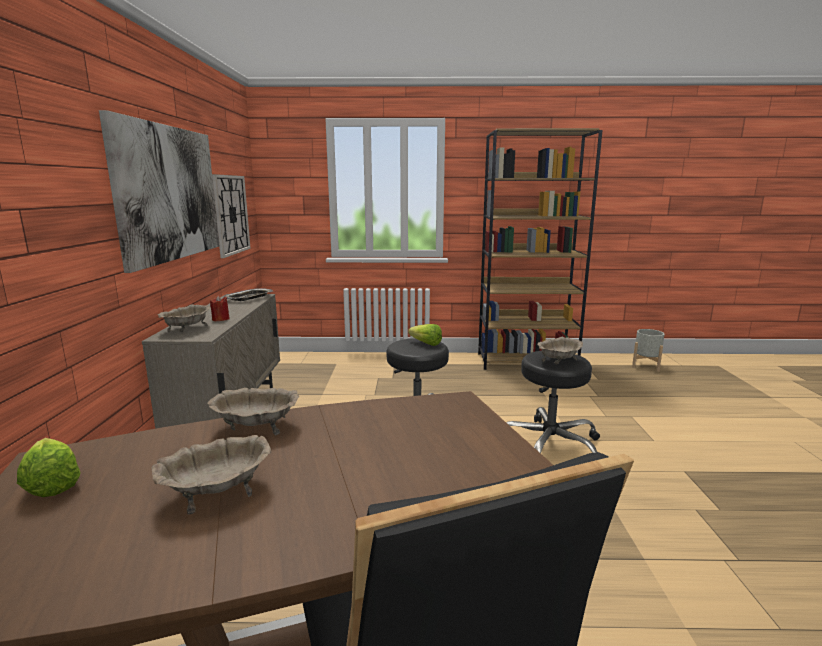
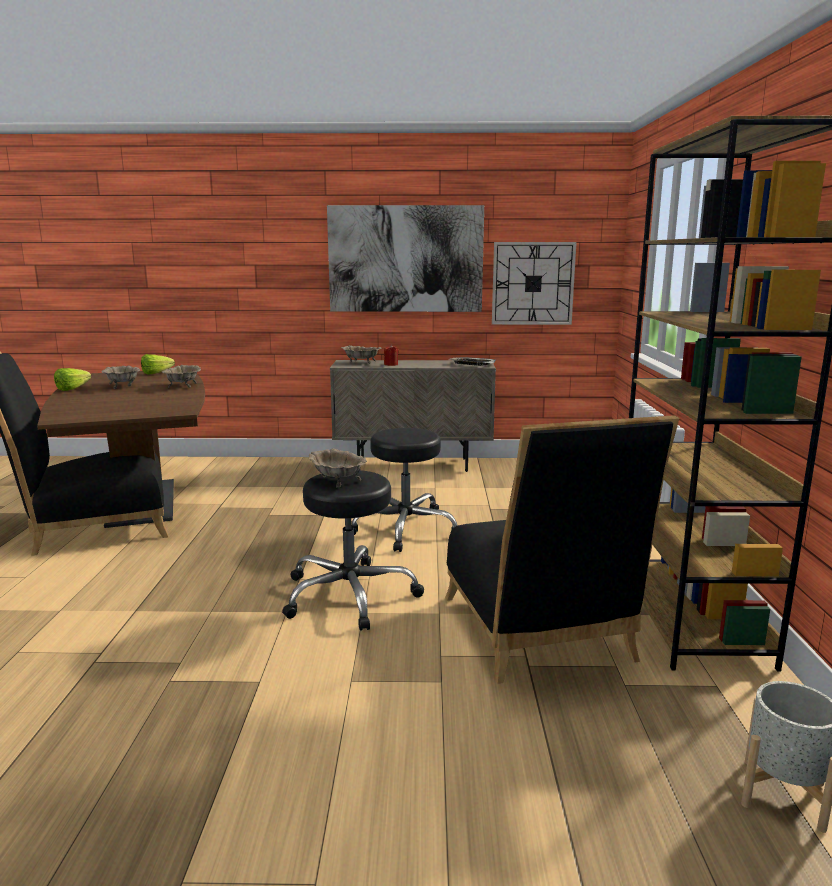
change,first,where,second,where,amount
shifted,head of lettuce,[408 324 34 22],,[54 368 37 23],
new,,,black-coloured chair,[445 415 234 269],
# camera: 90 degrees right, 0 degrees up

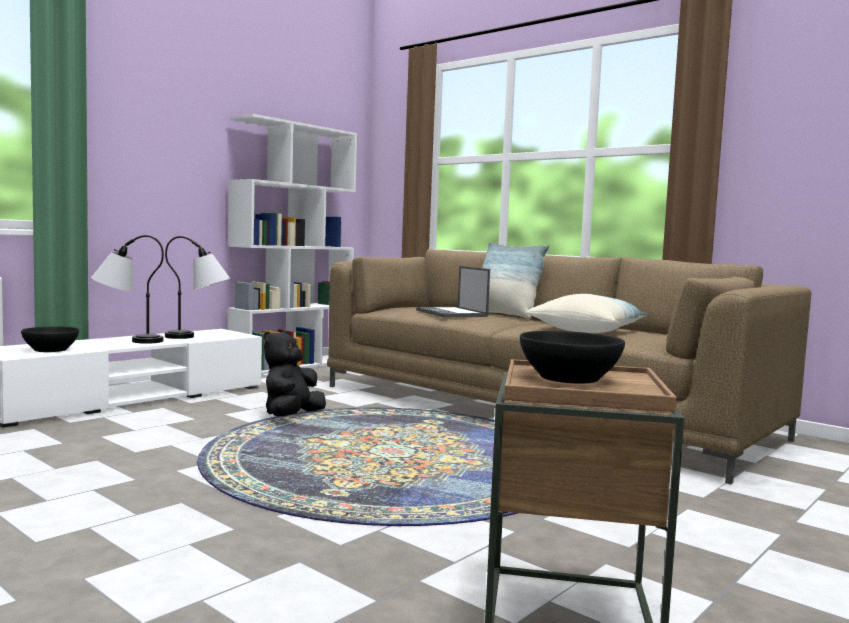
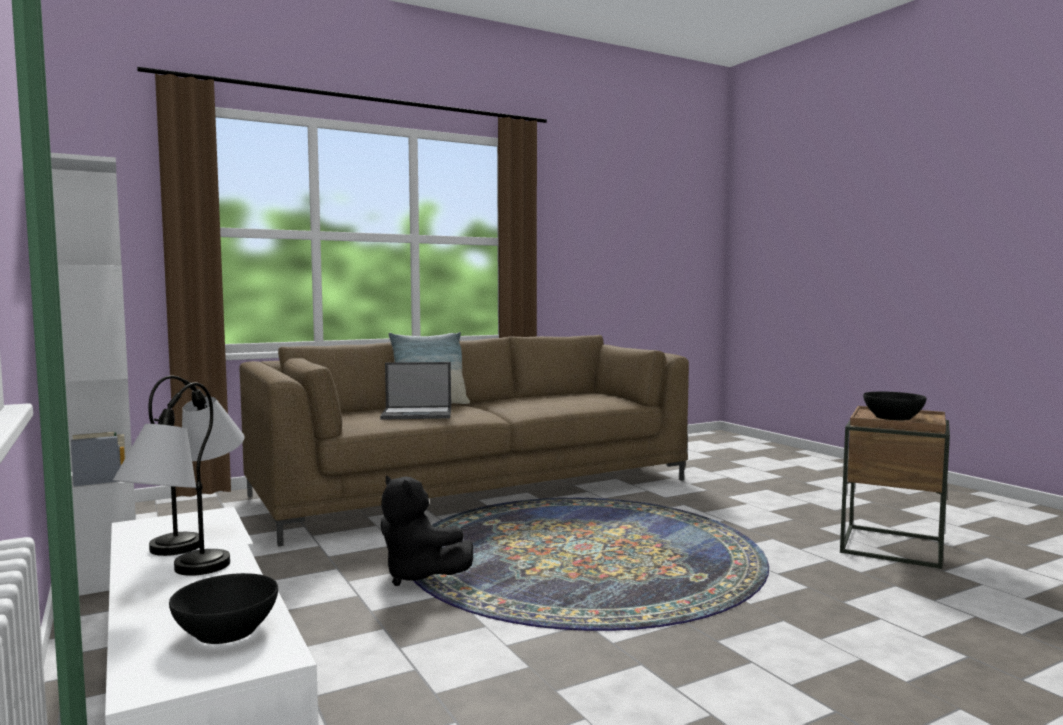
change,first,where,second,where,amount
gone,pillow,[526 294 122 39],,,
# camera: 70 degrees left, 0 degrees up

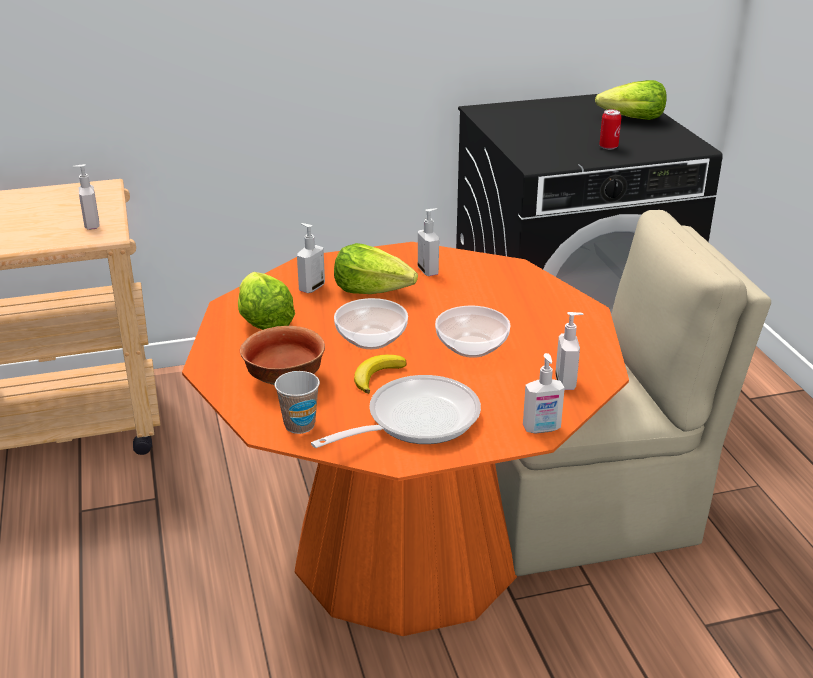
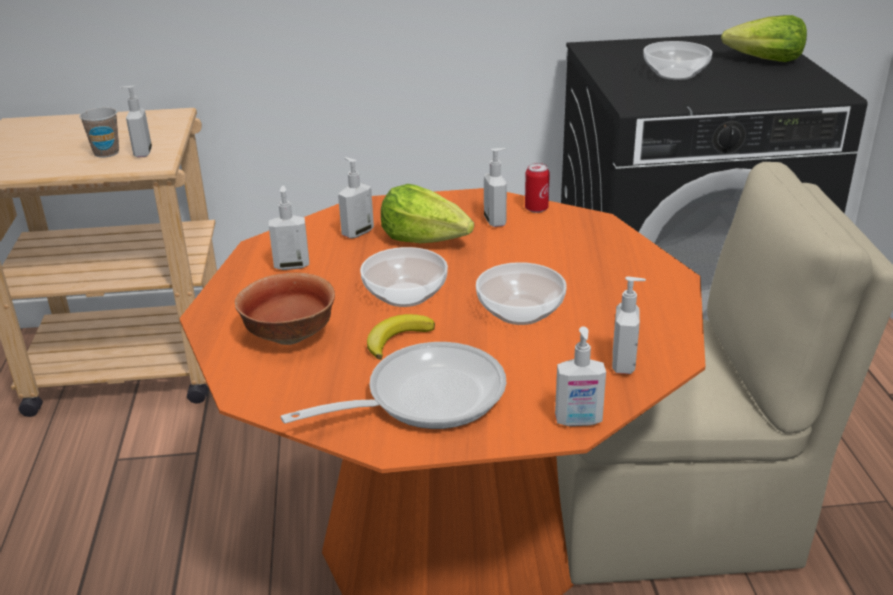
change,first,where,second,where,amount
shifted,sealed can,[599 109 23 41],,[525 163 25 50],
swapped,head of lettuce,[238 272 57 58],liquid soap bottle,[269 185 40 85],
shifted,drinking cup,[275 371 45 63],,[79 107 40 51],
new,,,serving bowl,[643 41 69 39],
# camera: 10 degrees right, 0 degrees up

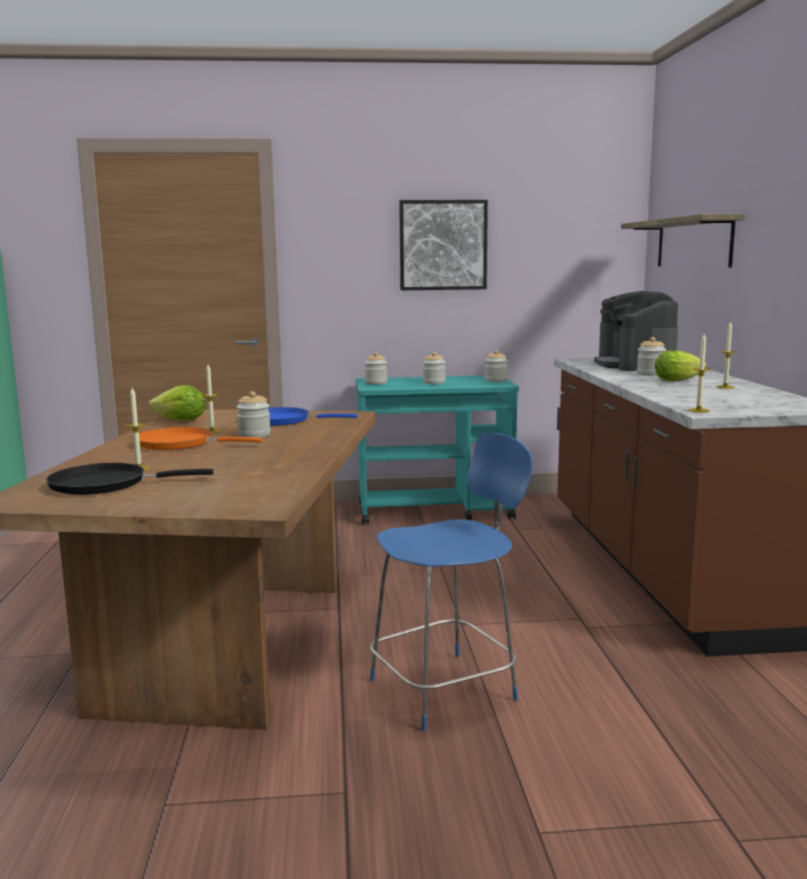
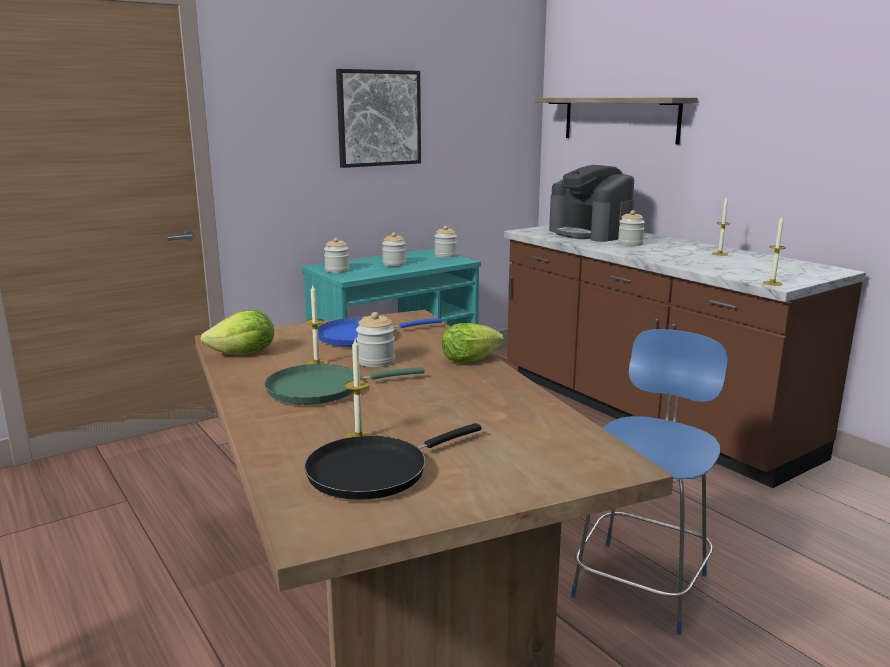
change,first,where,second,where,amount
shifted,head of lettuce,[655 350 52 31],,[442 323 62 40],
repainted,orange-coloured frying pan,[139 427 124 23],green-coloured frying pan,[265 364 160 41],
# camera: 30 degrees left, 5 degrees up

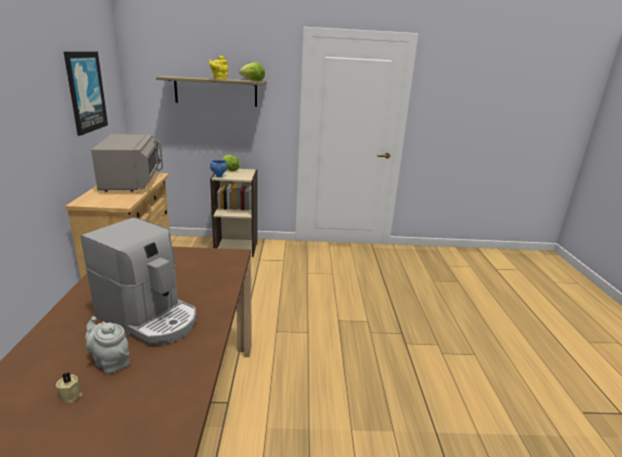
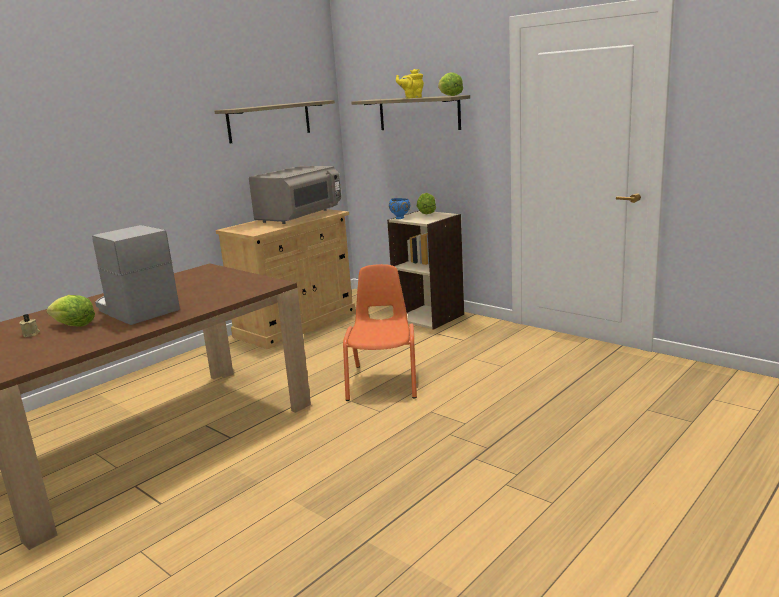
change,first,where,second,where,amount
swapped,wall picture,[64 51 44 85],bracket shelf,[215 100 120 43],
rotated,coffee machine,[81 217 115 128],,[92 225 88 100],150 degrees clockwise
swapped,greyish pot for tea,[85 316 45 58],head of lettuce,[46 295 49 32],
new,,,orange-coloured chair,[343 264 74 137],
# camera: 45 degrees right, 5 degrees down

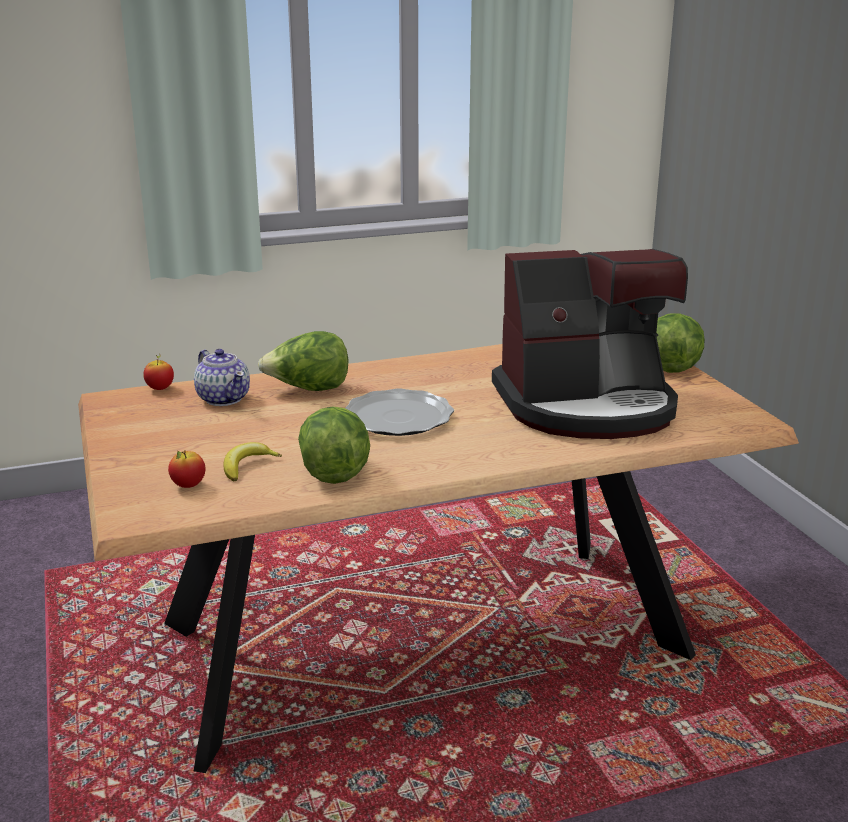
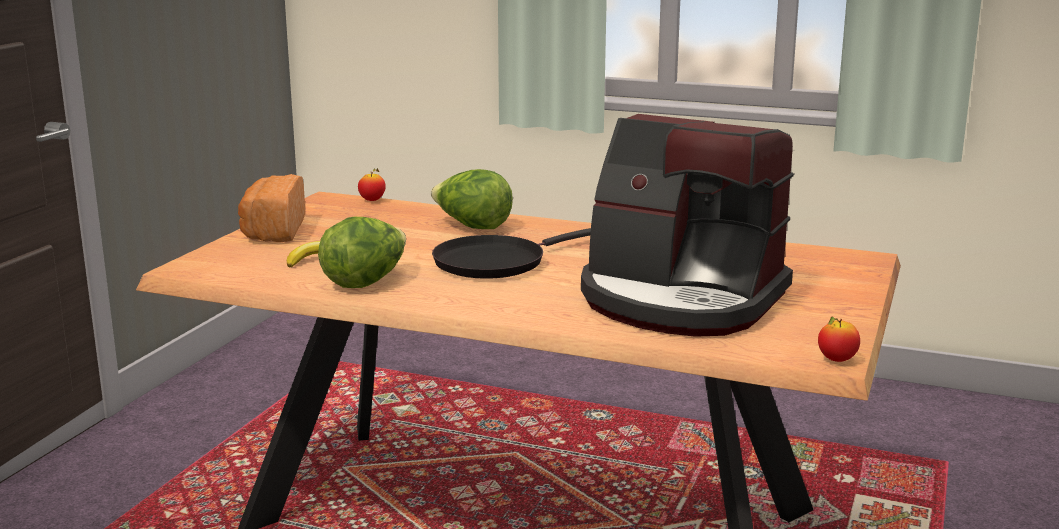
change,first,where,second,where,amount
gone,head of lettuce,[656 313 49 60],,,
gone,pot for tea,[194 349 56 57],,,
swapped,dinner plate,[345 389 109 47],black-coloured frying pan,[432 228 159 51],
shifted,whole apple,[168 451 38 37],,[818 316 42 46],
new,,,bakery bread,[238 174 67 68],
# camera: 40 degrees right, 5 degrees down

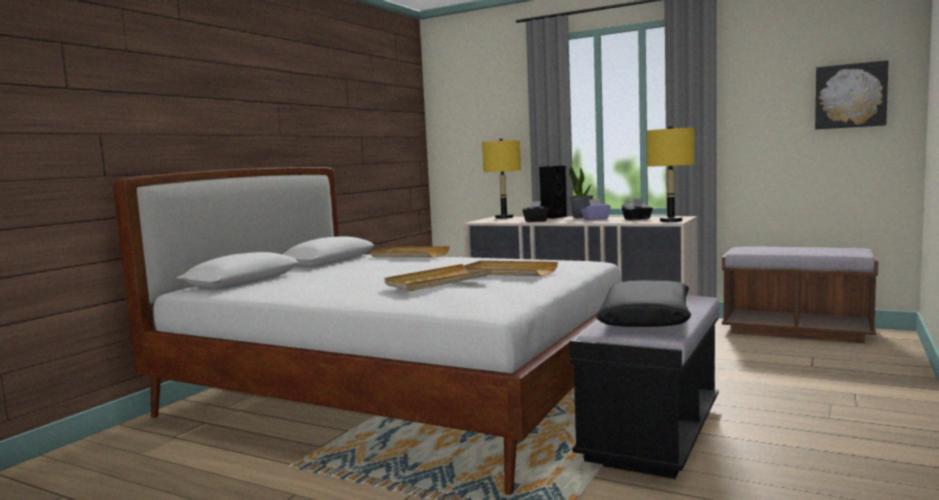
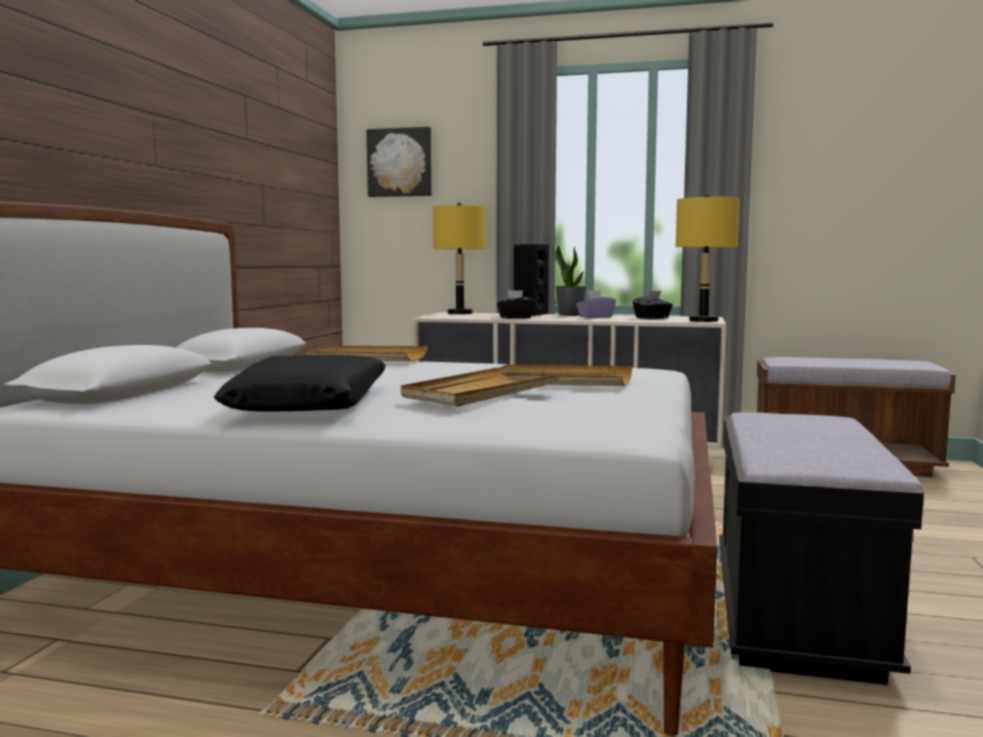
change,first,where,second,where,amount
shifted,wall picture,[815 60 74 69],,[366 127 66 70],
shifted,black-coloured pillow,[596 280 95 47],,[214 355 172 57],
# camera: 15 degrees left, 0 degrees up

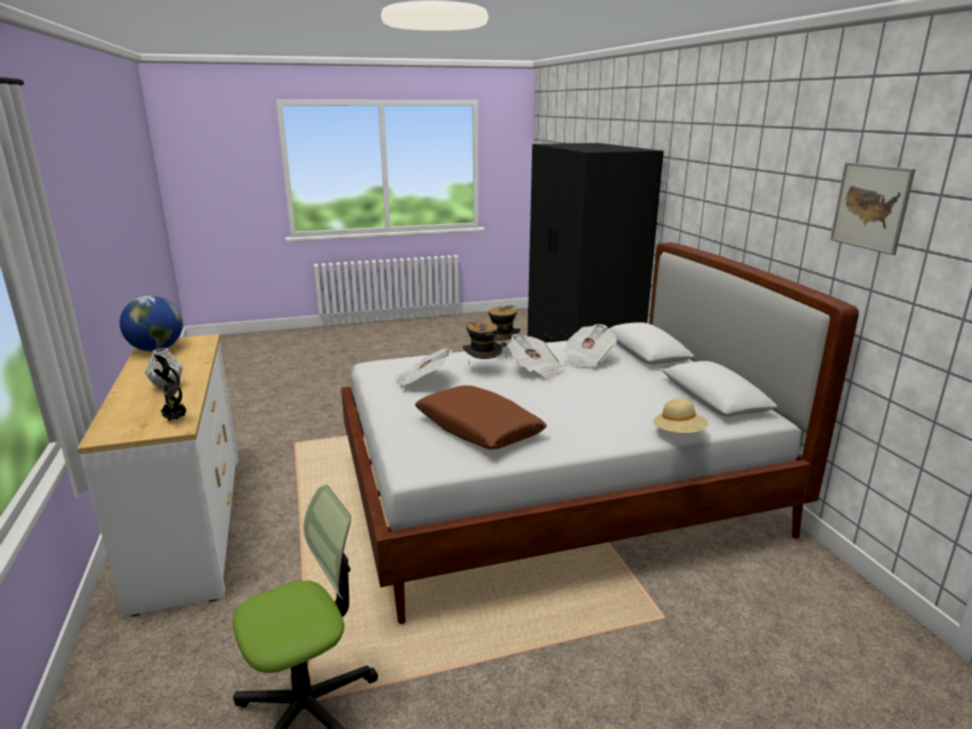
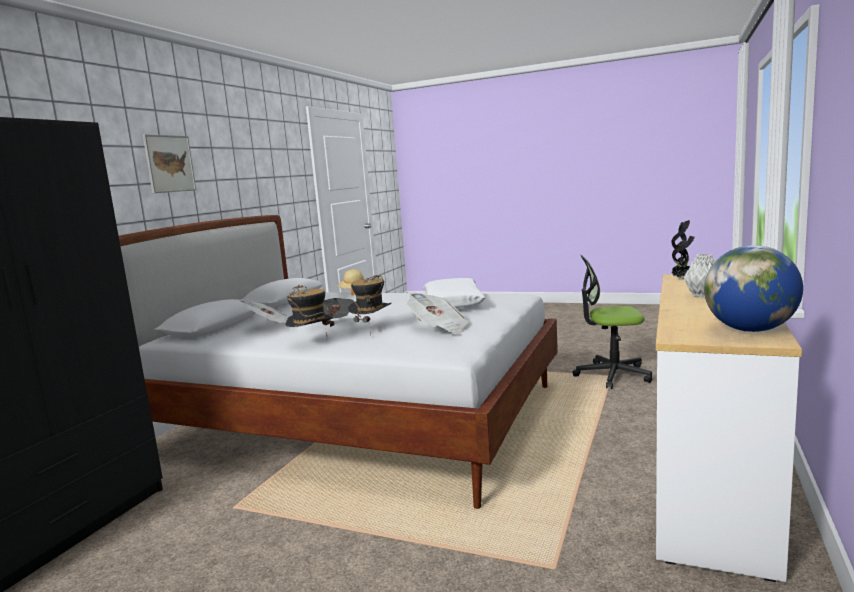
change,first,where,second,where,amount
shifted,wall picture,[830 162 85 93],,[143 134 53 59],
repainted,brown pillow,[415 385 132 64],whitish pillow,[423 278 63 30],
# camera: 140 degrees left, 10 degrees down

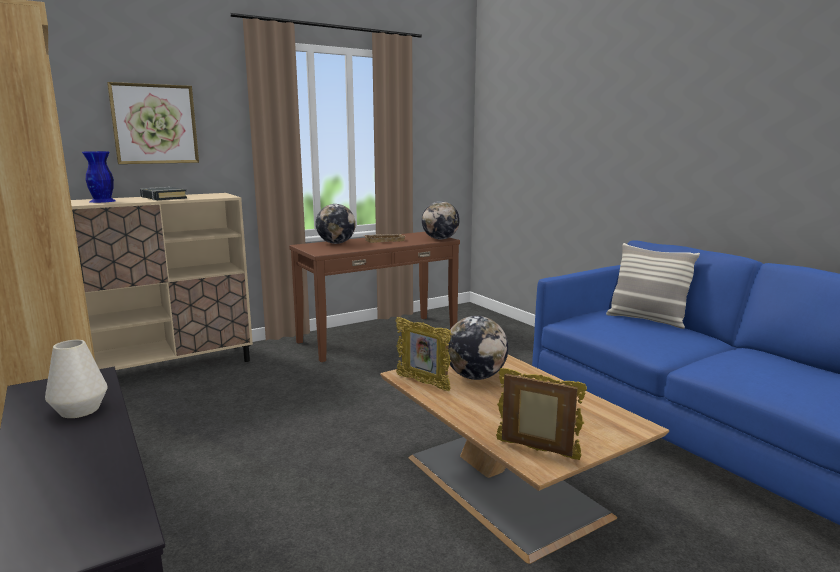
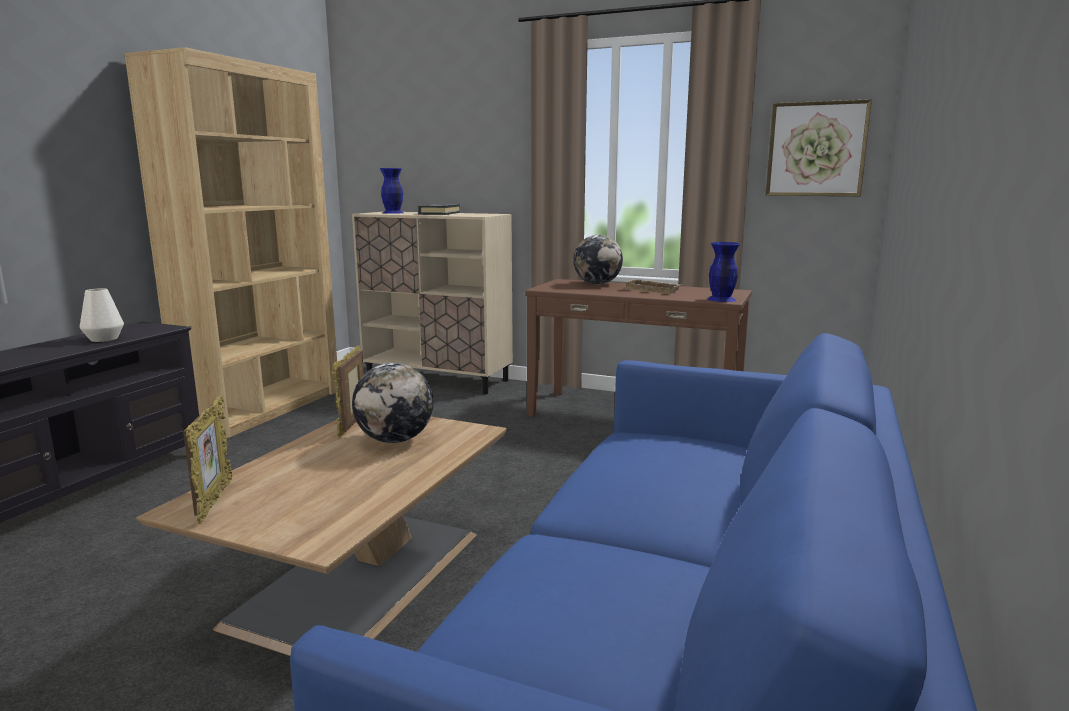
change,first,where,second,where,amount
shifted,wall picture,[107 82 92 82],,[766 99 106 97],
swapped,world globe,[422 201 38 39],blue flower vase,[708 242 32 60],
gone,pillow,[606 243 94 86],,,
# camera: 55 degrees right, 0 degrees up

